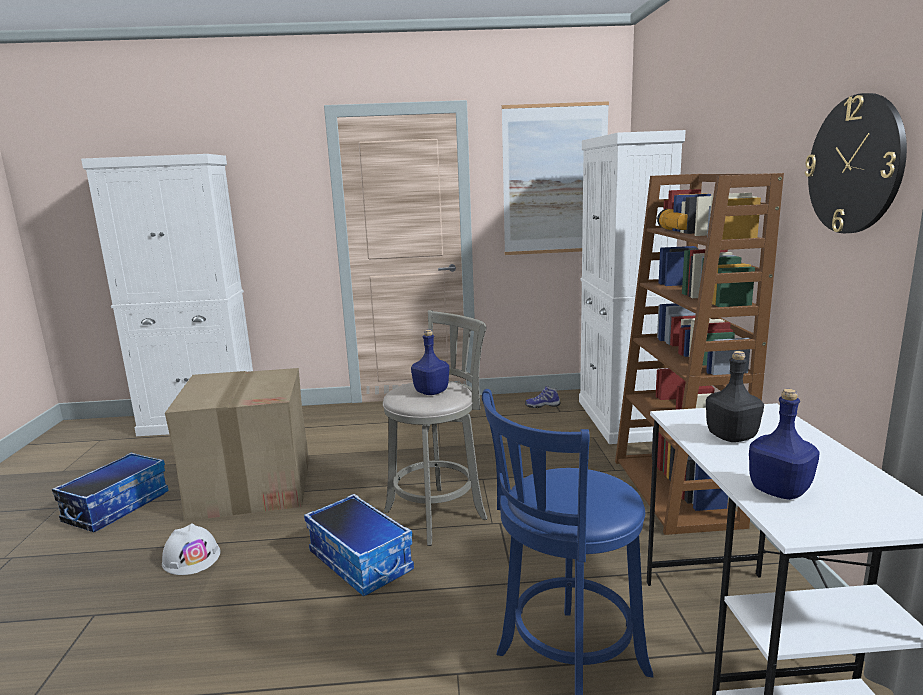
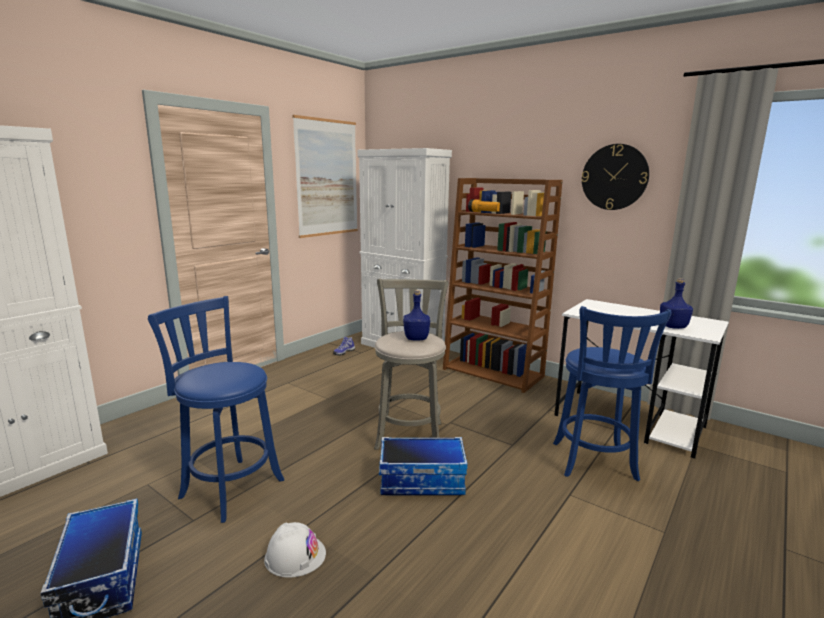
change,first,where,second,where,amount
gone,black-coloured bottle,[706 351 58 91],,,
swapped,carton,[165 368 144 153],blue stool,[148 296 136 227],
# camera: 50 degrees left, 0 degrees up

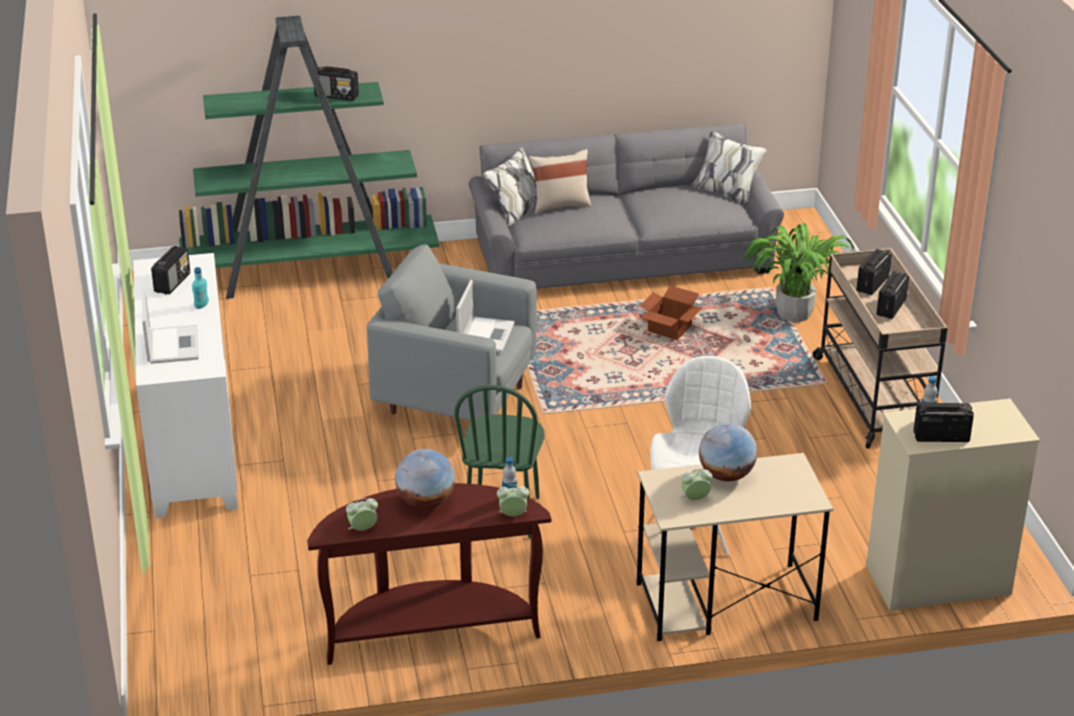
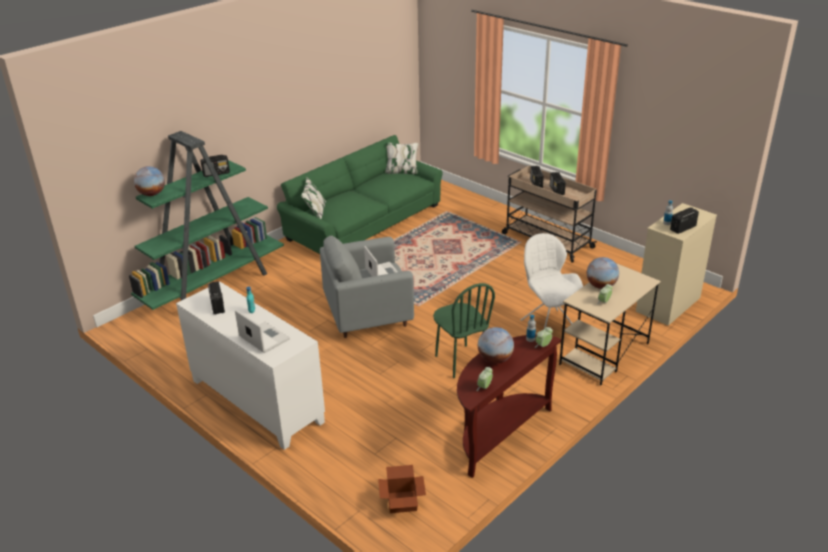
change,first,where,second,where,amount
repainted,greyish couch,[469 123 315 166],green-coloured couch,[277 135 166 119],
gone,beige pillow,[529 149 62 65],,,
gone,potted plant,[744 223 110 99],,,
shifted,carton,[639 286 63 54],,[378 465 48 48],
new,,,world globe,[134 166 31 30],
# camera: 35 degrees left, 0 degrees up

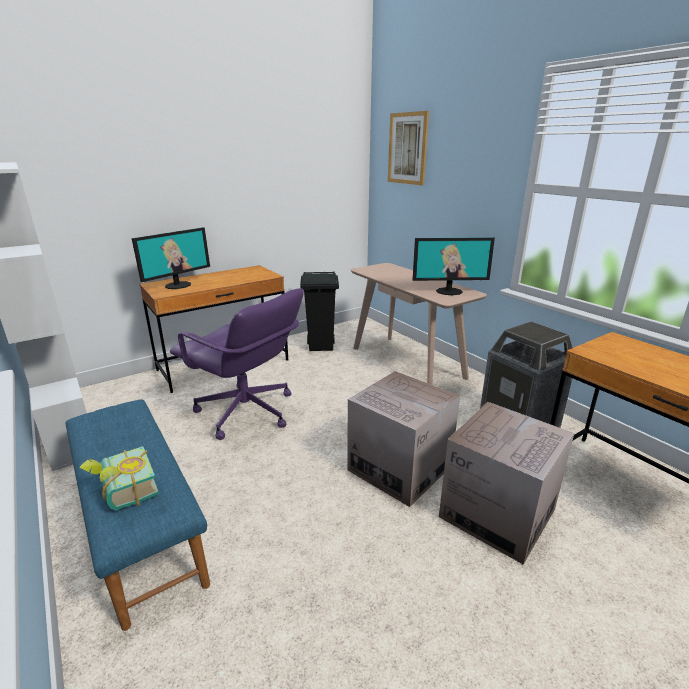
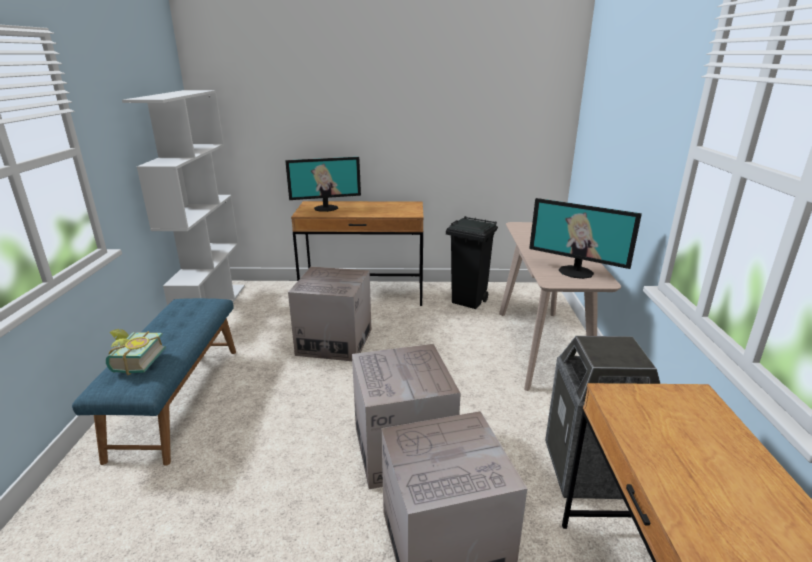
change,first,where,second,where,amount
gone,wall picture,[388 111 41 74],,,
swapped,purplish computer chair,[170 288 134 152],carton,[288 267 83 94],
# camera: 35 degrees right, 0 degrees up

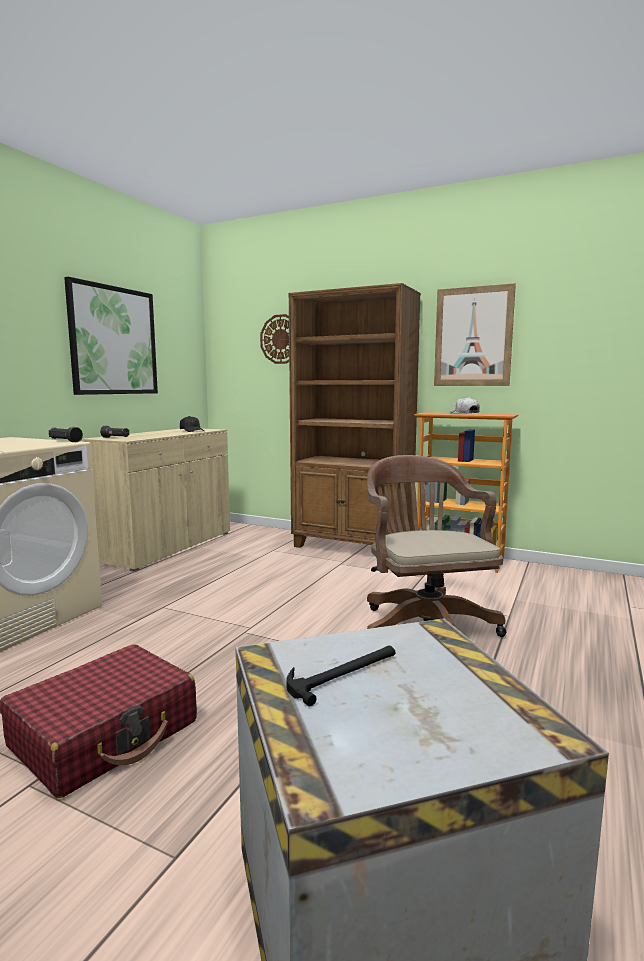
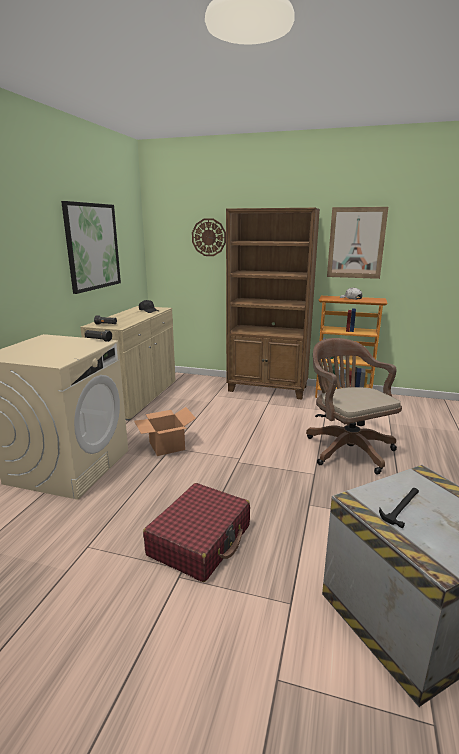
change,first,where,second,where,amount
new,,,carton,[134 407 62 49],
# camera: 10 degrees left, 10 degrees up

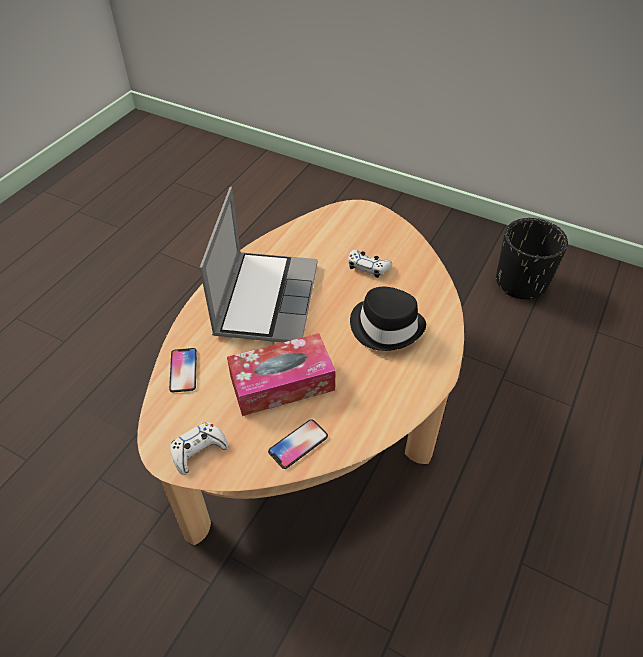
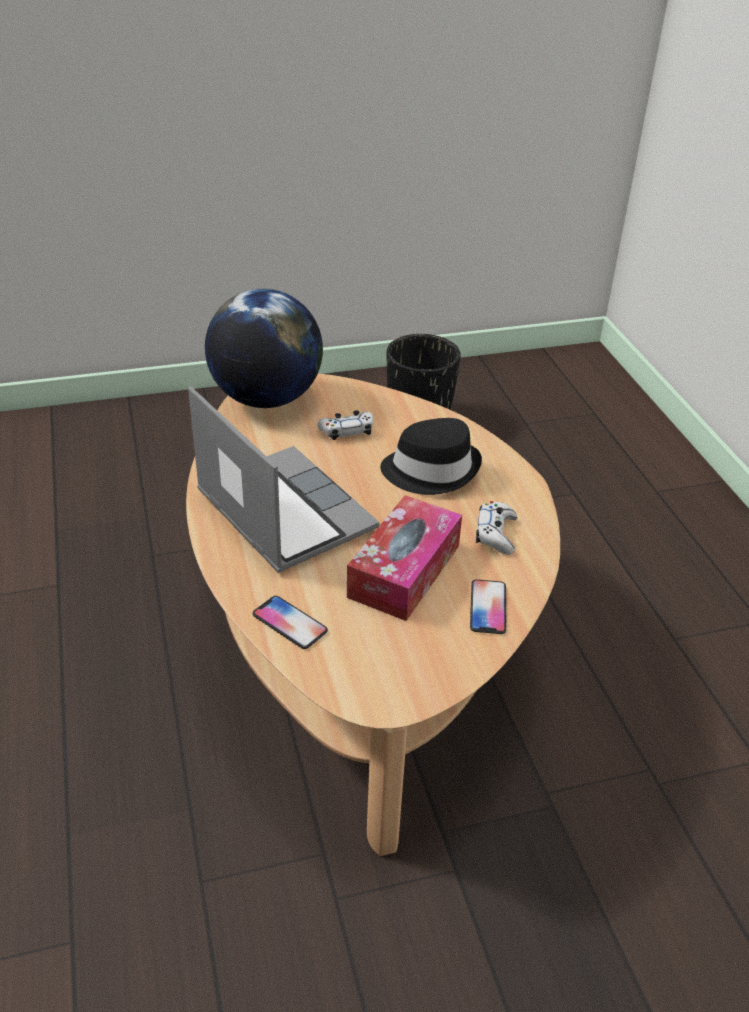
change,first,where,second,where,amount
shifted,whitish joypad,[170 422 58 53],,[476 501 41 54],
new,,,world globe,[205 289 118 119],
# camera: 45 degrees left, 10 degrees down

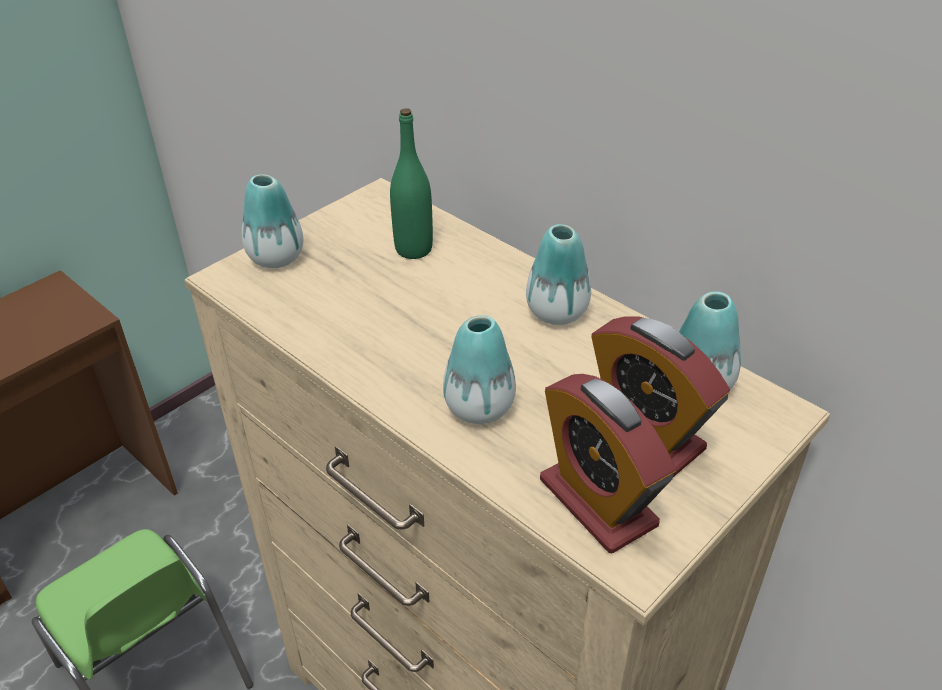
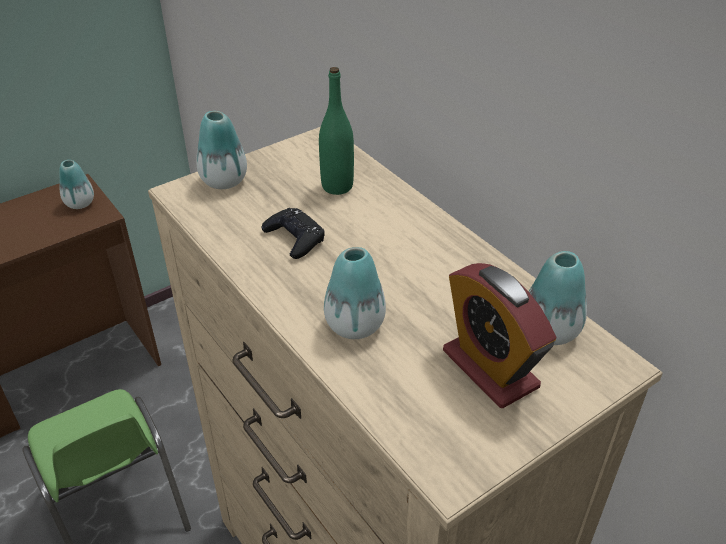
change,first,where,second,where,amount
shifted,flower vase,[526 224 65 101],,[59 160 35 49],
gone,alarm clock,[540 374 136 179],,,
new,,,black-coloured joypad,[262 208 63 51],
# camera: 10 degrees right, 0 degrees up

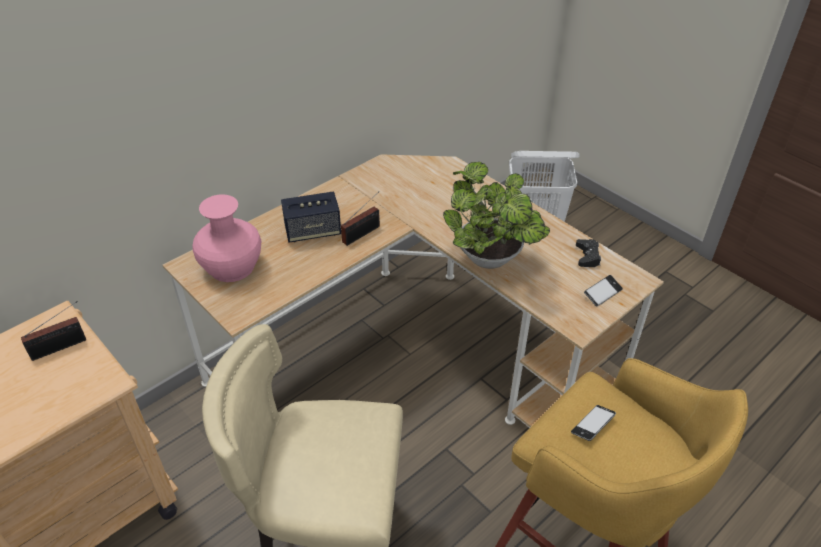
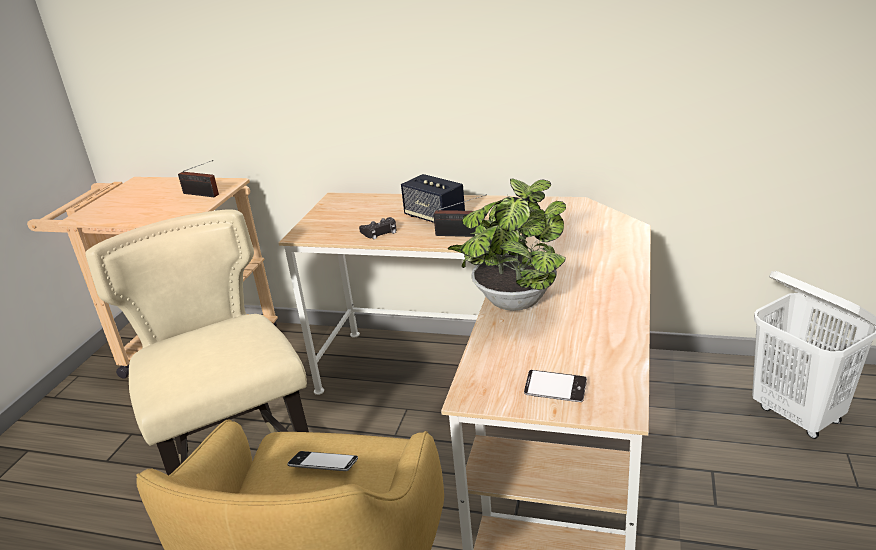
change,first,where,second,where,amount
gone,pink flower vase,[192 194 69 88],,,
shifted,black-coloured joypad,[576 239 25 28],,[359 217 38 23],
# camera: 60 degrees right, 15 degrees down

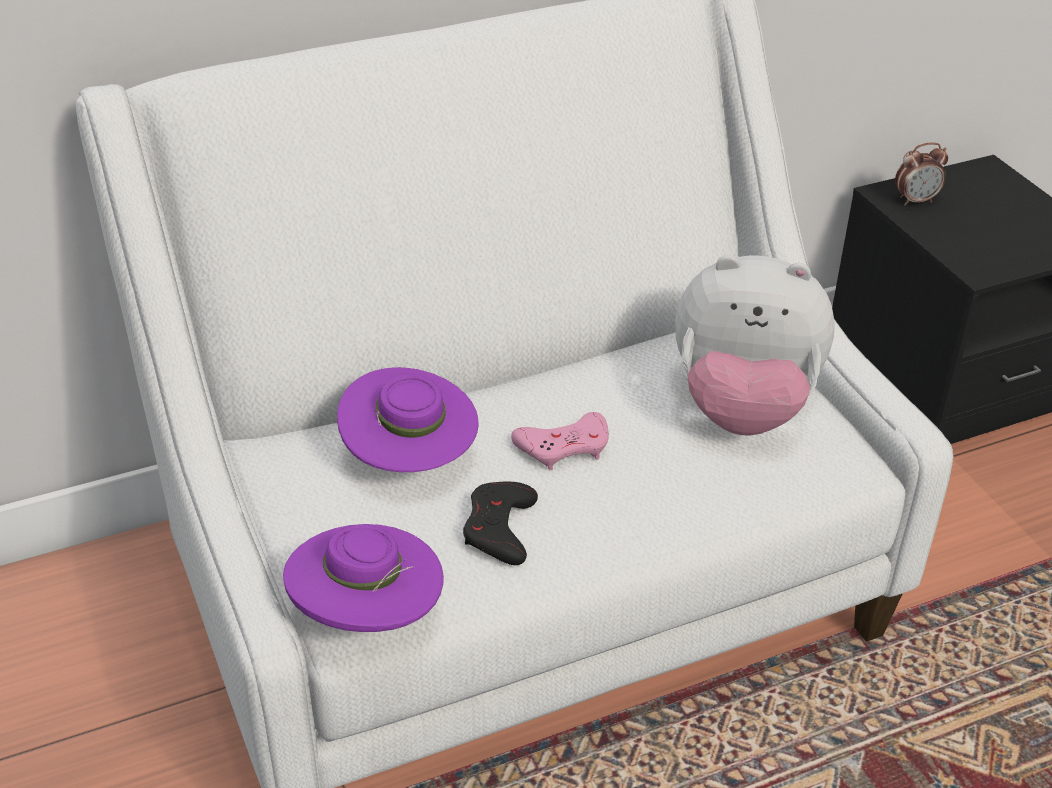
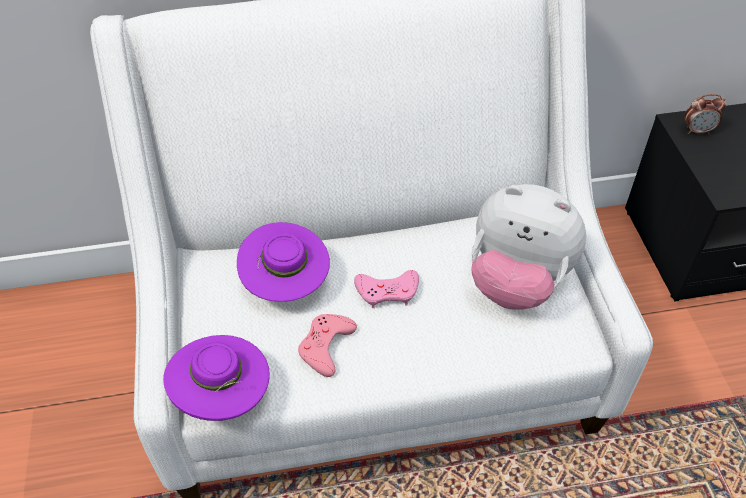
change,first,where,second,where,amount
repainted,black-coloured joypad,[463 482 75 83],pink joypad,[298 314 59 63],
# camera: 15 degrees right, 10 degrees up

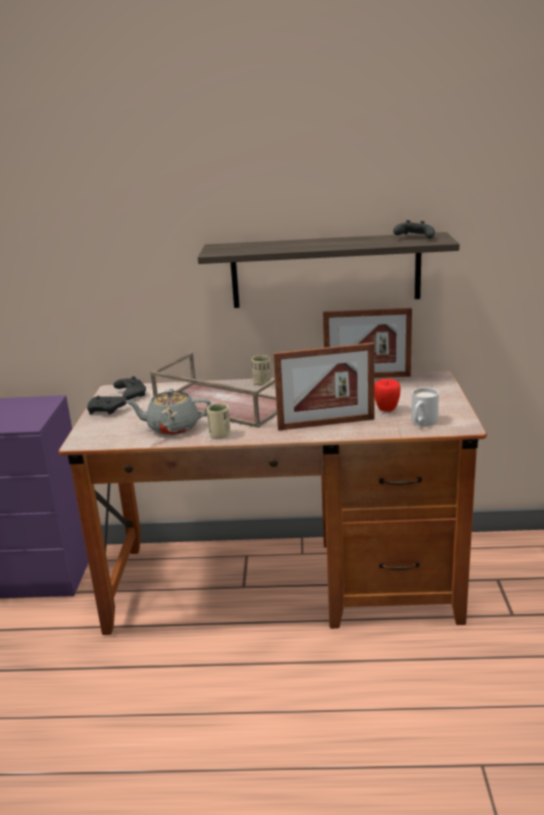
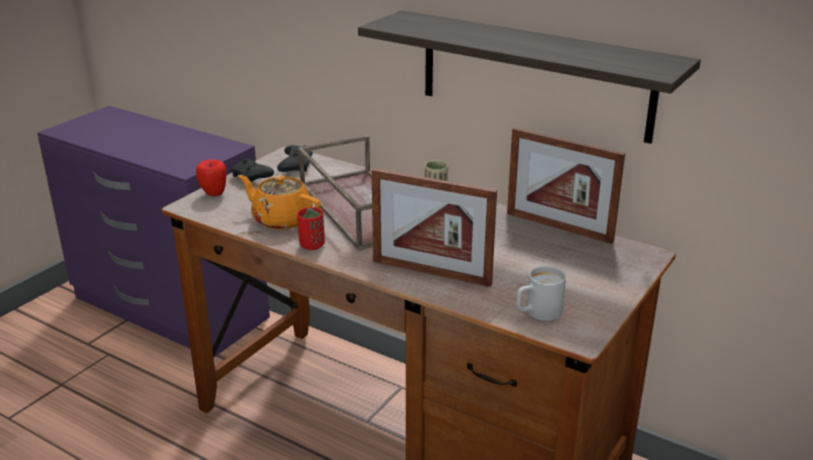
change,first,where,second,where,amount
gone,black-coloured joypad,[393 220 42 19],,,
shifted,whole apple,[374 379 27 32],,[196 159 31 38],
repainted,greyish pot for tea,[125 389 86 46],orange-coloured pot for tea,[238 175 83 55],
repainted,beige drinking cup,[207 403 24 36],red drinking cup,[297 207 28 43],
# camera: 30 degrees right, 5 degrees up

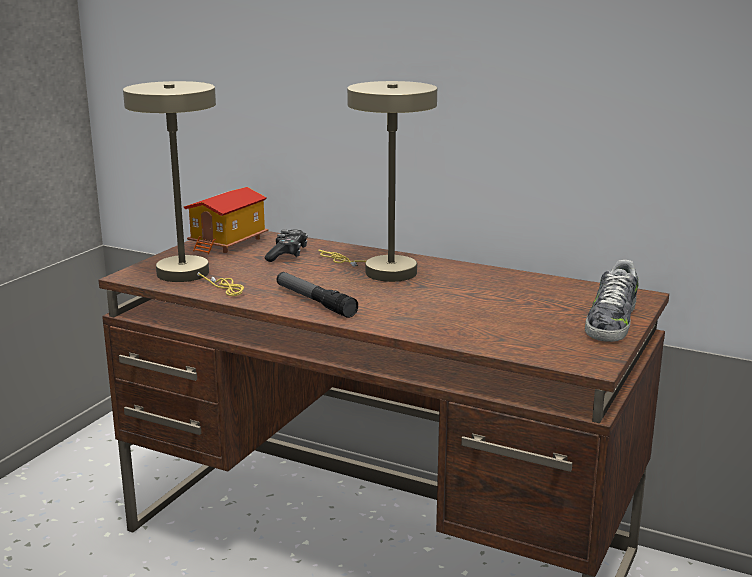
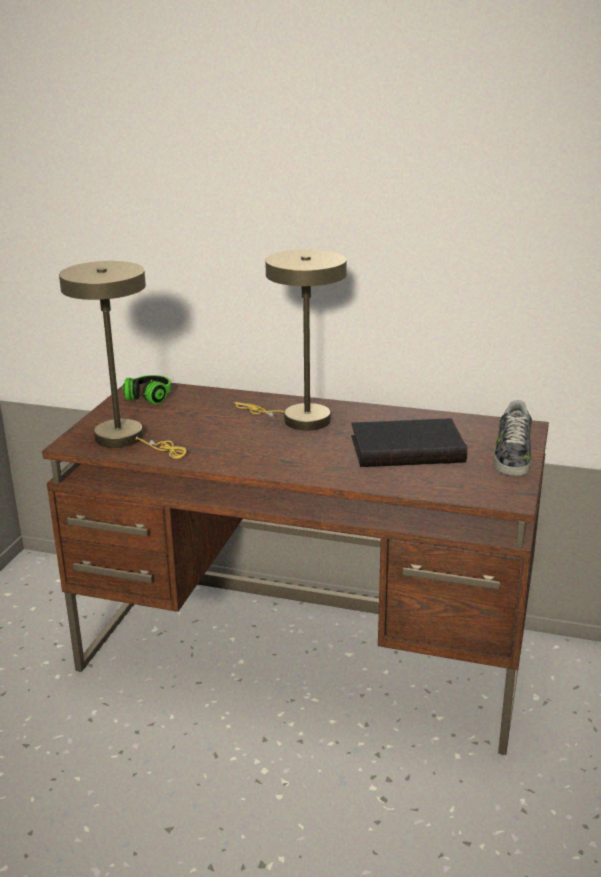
change,first,where,second,where,amount
swapped,model house,[184 187 84 67],headphones,[122 375 49 30],
gone,joypad,[265 229 43 33],,,
gone,torch,[277 272 81 46],,,
new,,,black-coloured bound book,[351 418 116 49],
# camera: 10 degrees left, 5 degrees up

